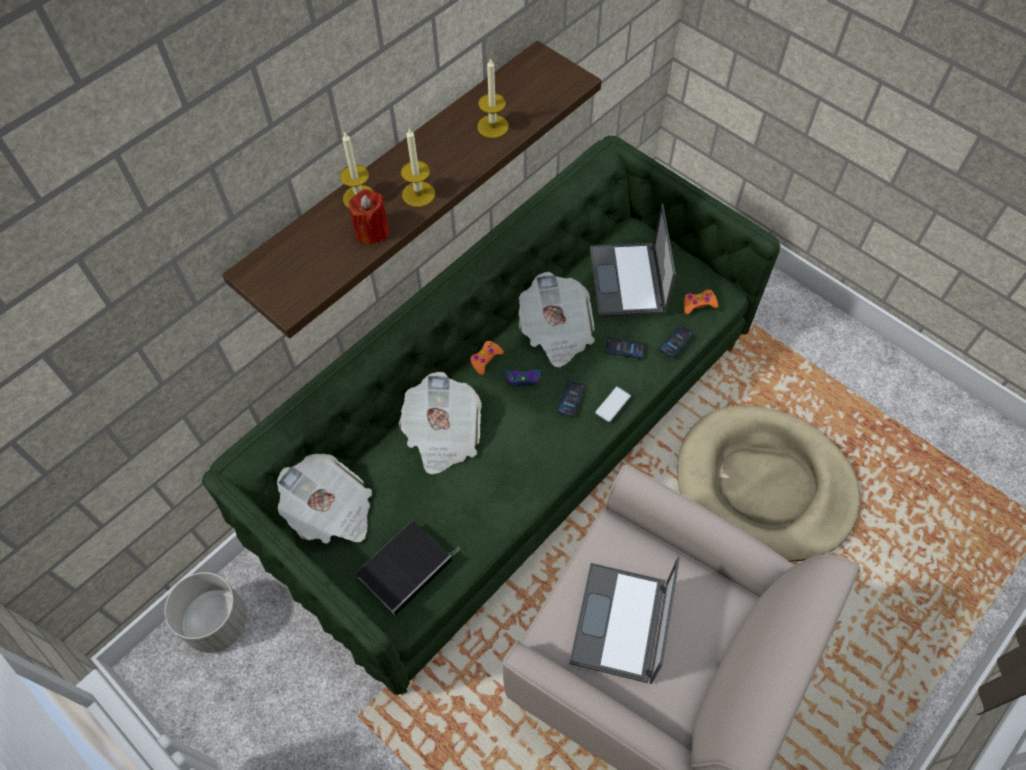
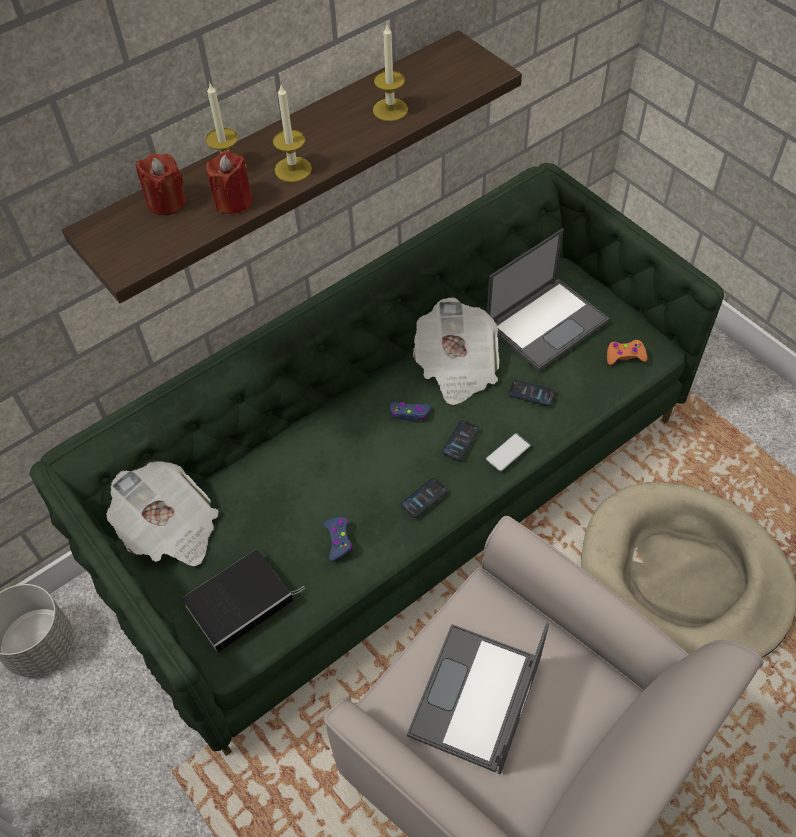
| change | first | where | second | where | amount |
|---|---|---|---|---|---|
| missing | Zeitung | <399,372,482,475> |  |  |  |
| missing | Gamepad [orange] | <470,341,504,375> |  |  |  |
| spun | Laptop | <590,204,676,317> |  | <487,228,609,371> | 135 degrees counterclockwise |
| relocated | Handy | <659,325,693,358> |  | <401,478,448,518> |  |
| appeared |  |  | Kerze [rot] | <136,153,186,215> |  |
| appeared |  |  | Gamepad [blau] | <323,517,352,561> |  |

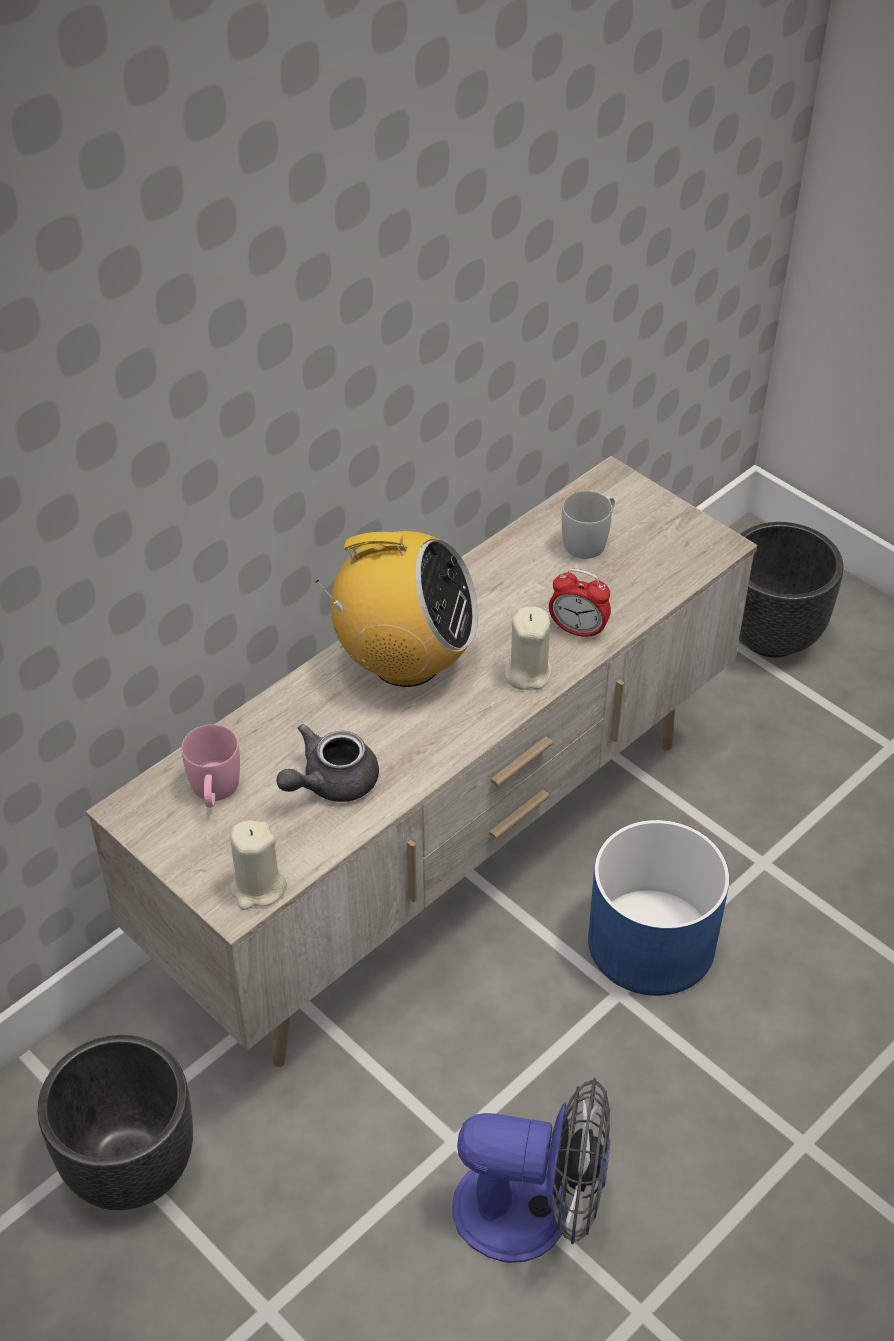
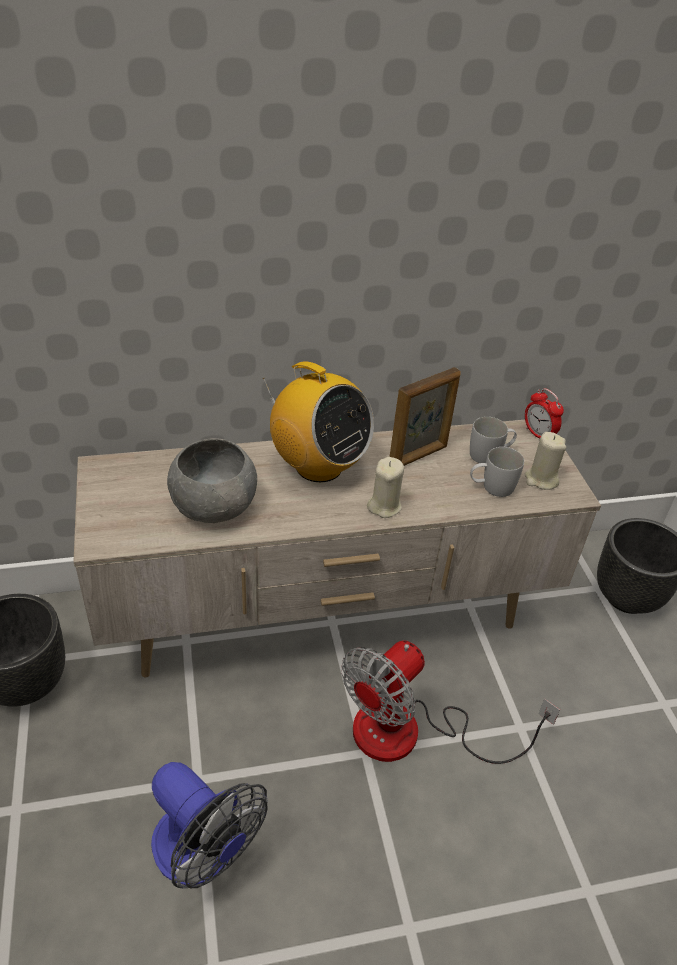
| change | first | where | second | where | amount |
|---|---|---|---|---|---|
| missing | Henkelbecher [rosa] | <181,724,240,807> |  |  |  |
| relocated | Kerze [beige] | <229,820,287,910> |  | <525,432,566,490> |  |
| exchanged | Teekanne [grau] | <276,724,379,802> | Schüssel [grau] | <167,438,257,523> |  |
| relocated | Wecker | <549,569,611,640> |  | <525,388,564,438> |  |
| exchanged | Pflanzkübel [blau] | <588,820,730,996> | Ventilator | <341,640,560,764> |  |
| appeared |  |  | Bilderrahmen | <389,367,461,466> |  |
| appeared |  |  | Henkelbecher [weiß] | <470,447,524,497> |  |

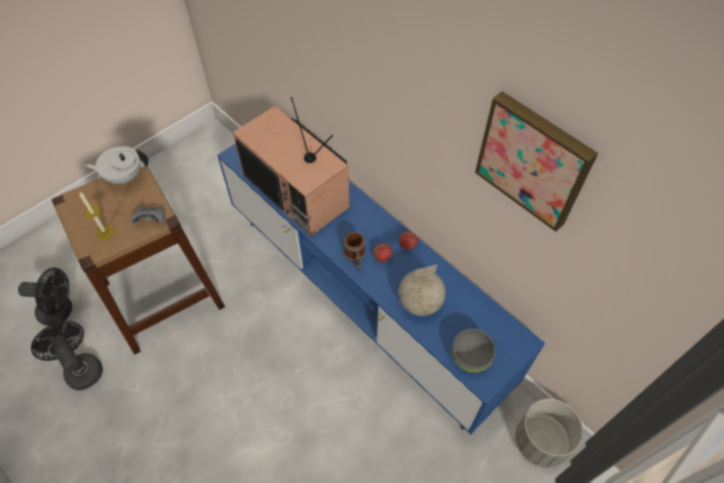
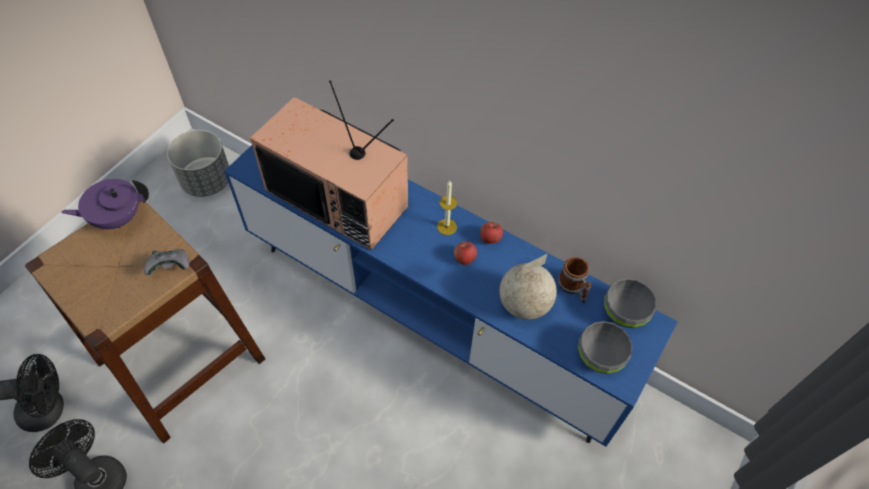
| change | first | where | second | where | amount |
|---|---|---|---|---|---|
| relocated | Kerze | <79,192,114,240> |  | <437,181,457,235> |  |
| colour | Teekanne [weiß] | <83,146,148,184> | Teekanne [lila] | <61,179,149,229> |  |
| relocated | Henkelbecher | <344,232,366,271> |  | <558,257,591,303> |  |
| missing | Bild | <475,91,598,232> |  |  |  |
| relocated | Pflanzkübel [grau] | <515,399,583,467> |  | <167,130,229,197> |  |
| appeared |  |  | Schüssel [grau] | <604,278,656,328> |  |

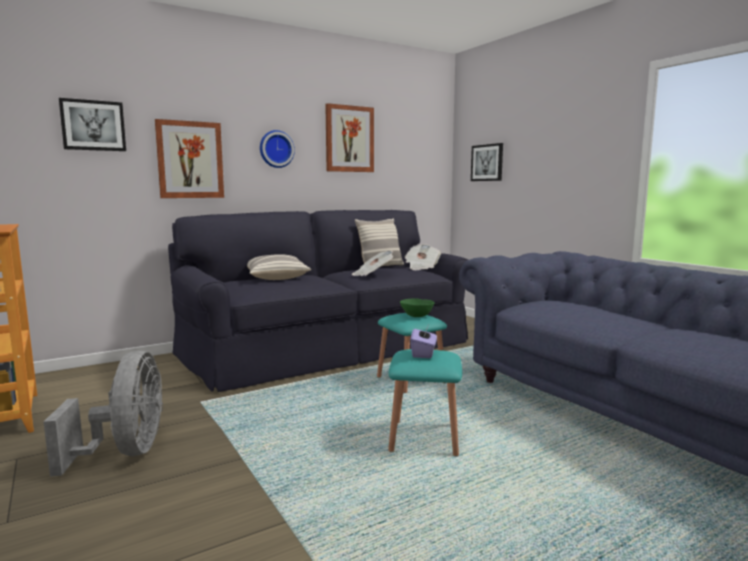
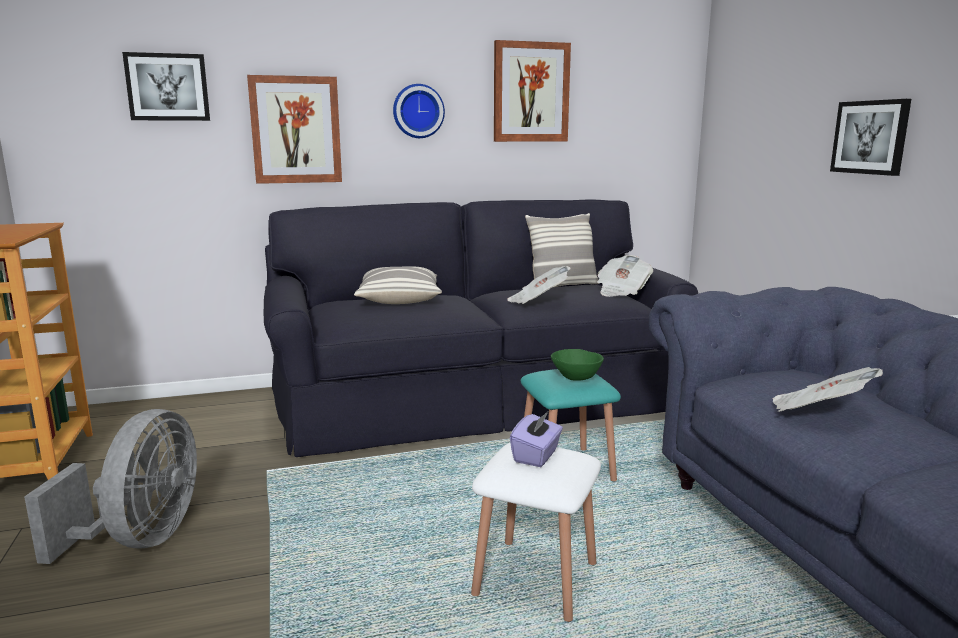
| change | first | where | second | where | amount |
|---|---|---|---|---|---|
| colour | Hocker [türkis] | <388,349,462,456> | Hocker [weiß] | <471,443,601,622> |  |
| relocated | Bild | <471,143,503,181> |  | <830,99,911,176> |  |
| appeared |  |  | Zeitung | <773,367,883,412> |  |

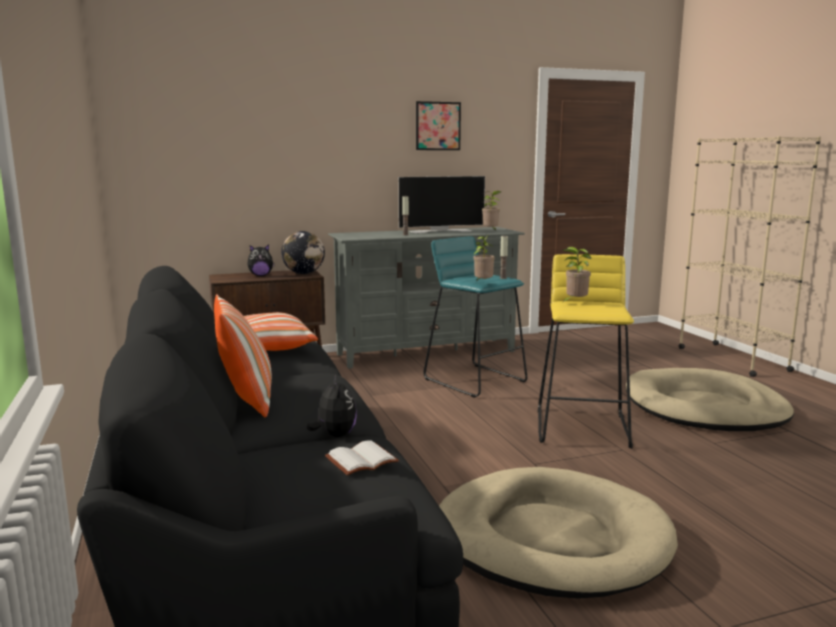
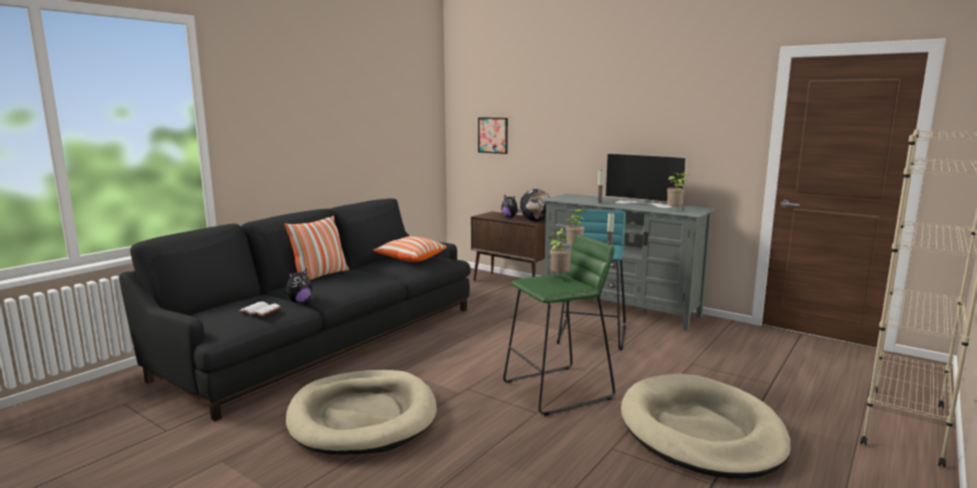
| change | first | where | second | where | amount |
|---|---|---|---|---|---|
| relocated | Bild | <416,101,461,150> |  | <478,117,508,154> |  |
| colour | Hocker [gelb] | <538,254,634,448> | Hocker [grün] | <503,234,615,416> |  |

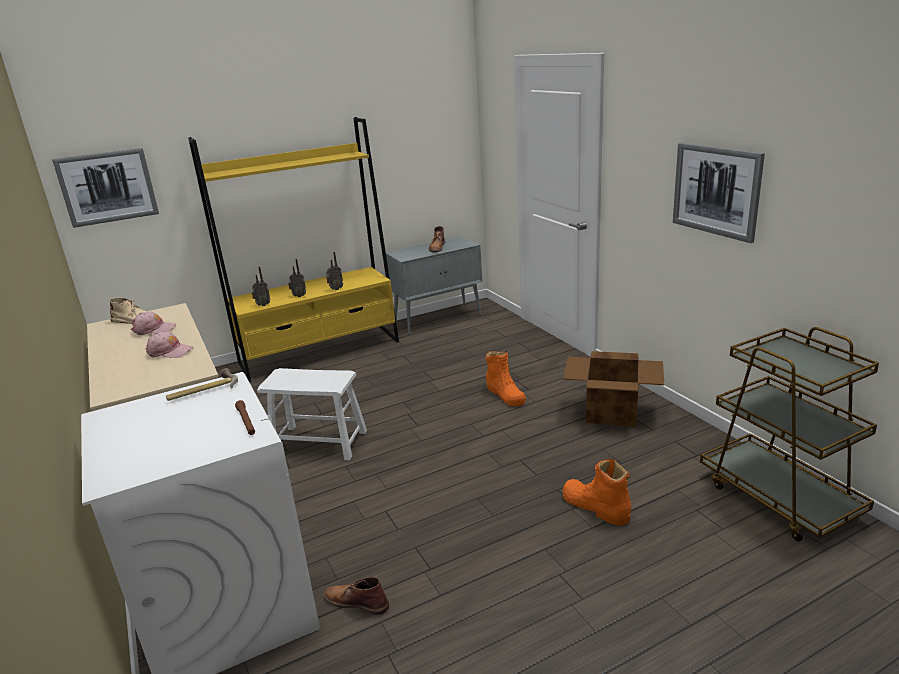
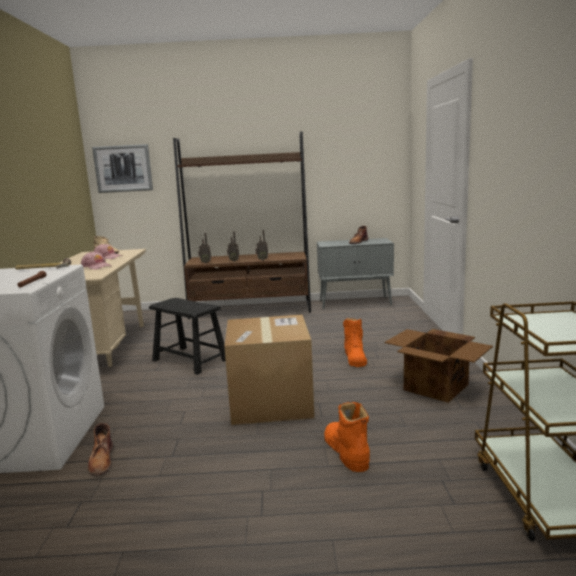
| change | first | where | second | where | amount |
|---|---|---|---|---|---|
| colour | Bücherregal [gelb] | <188,117,399,382> | Bücherregal [braun] | <173,131,311,319> |  |
| colour | Hocker [weiß] | <257,368,367,460> | Hocker [schwarz] | <149,298,226,375> |  |
| spun | Stiefel [braun] | <324,577,389,615> |  | <88,423,113,476> | 150 degrees counterclockwise |
| missing | Bild | <673,143,765,243> |  |  |  |
| appeared |  |  | Karton | <224,315,315,425> |  |

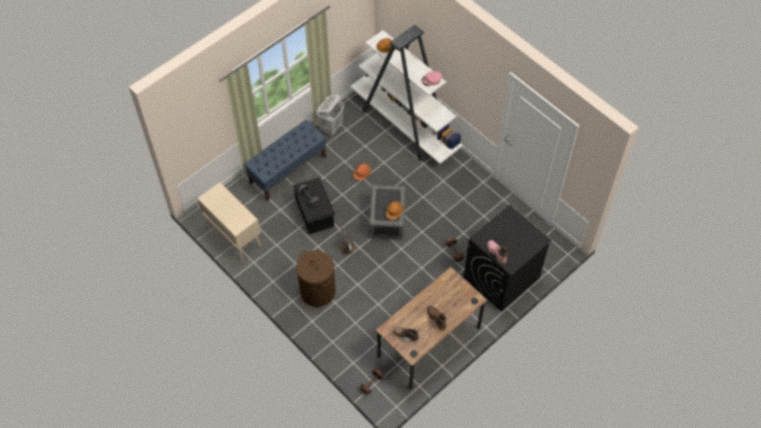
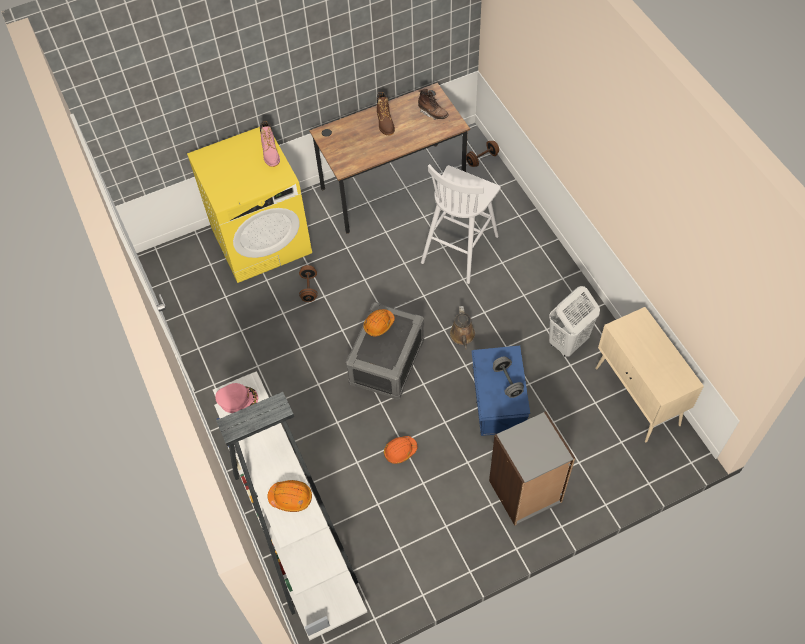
| change | first | where | second | where | amount |
|---|---|---|---|---|---|
| exchanged | Bank [blau] | <244,120,326,201> | Bücherregal [grau] | <489,411,575,525> |  |
| colour | Aufbewahrungsbox [schwarz] | <293,178,335,234> | Aufbewahrungsbox [blau] | <471,346,530,436> |  |
| missing | Wäschekorb [braun] | <296,250,335,307> |  |  |  |
| relocated | Wäschekorb [weiß] | <316,95,344,135> |  | <549,286,600,357> |  |
| colour | Waschmaschine [schwarz] | <464,205,552,312> | Waschmaschine [gelb] | <187,127,312,283> |  |
| appeared |  |  | Hocker [weiß] | <421,164,501,284> |  |

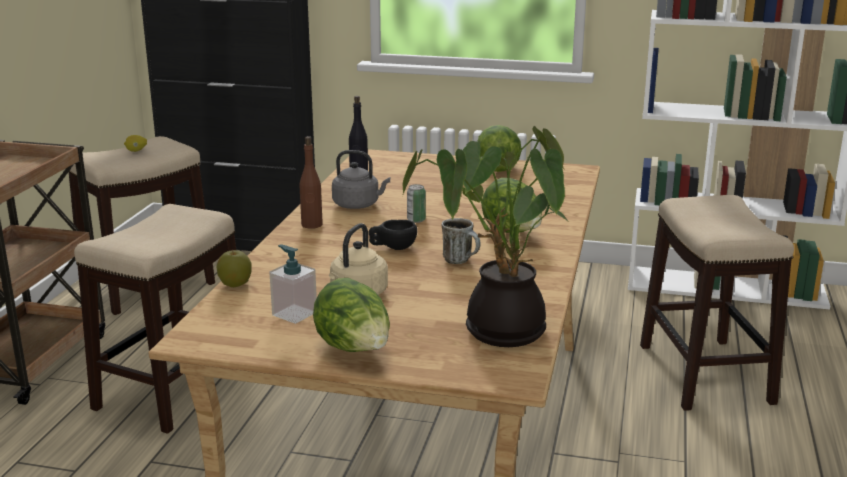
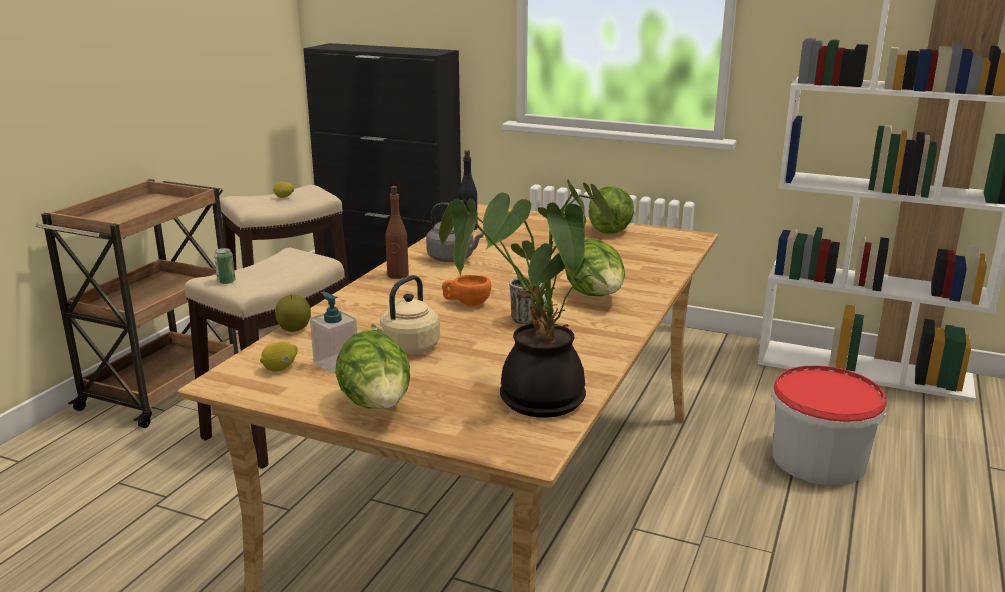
| change | first | where | second | where | amount |
|---|---|---|---|---|---|
| colour | Tasse [schwarz] | <369,220,417,250> | Tasse [orange] | <442,275,491,306> |  |
| relocated | Dose | <407,184,426,223> |  | <214,248,235,284> |  |
| exchanged | Hocker | <640,195,794,411> | Eimer | <771,365,887,485> |  |
| appeared |  |  | Zitrone | <260,342,298,371> |  |

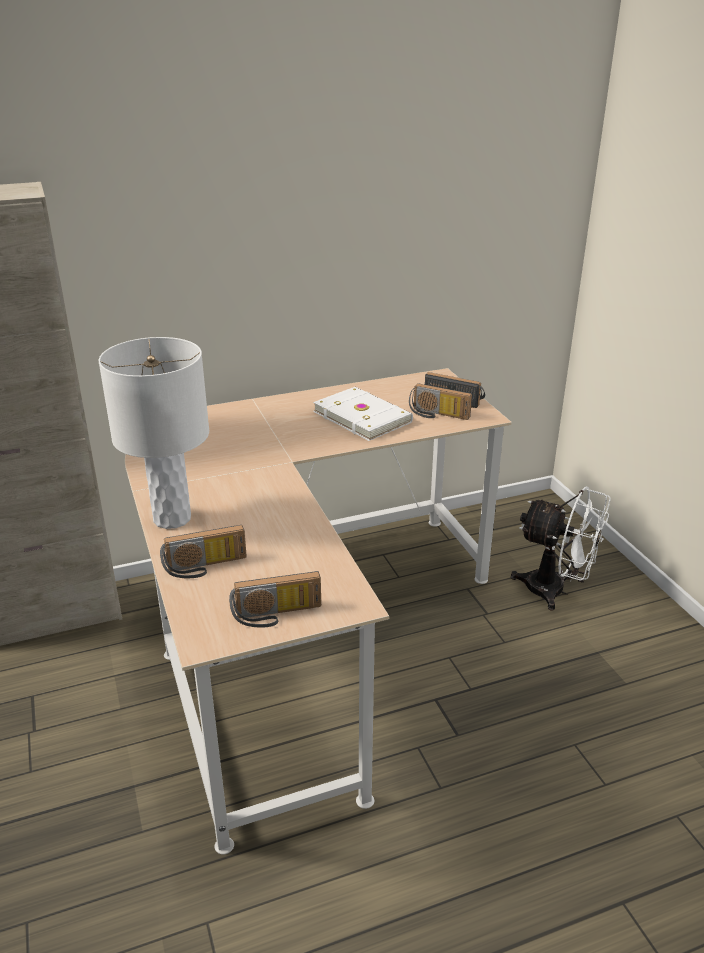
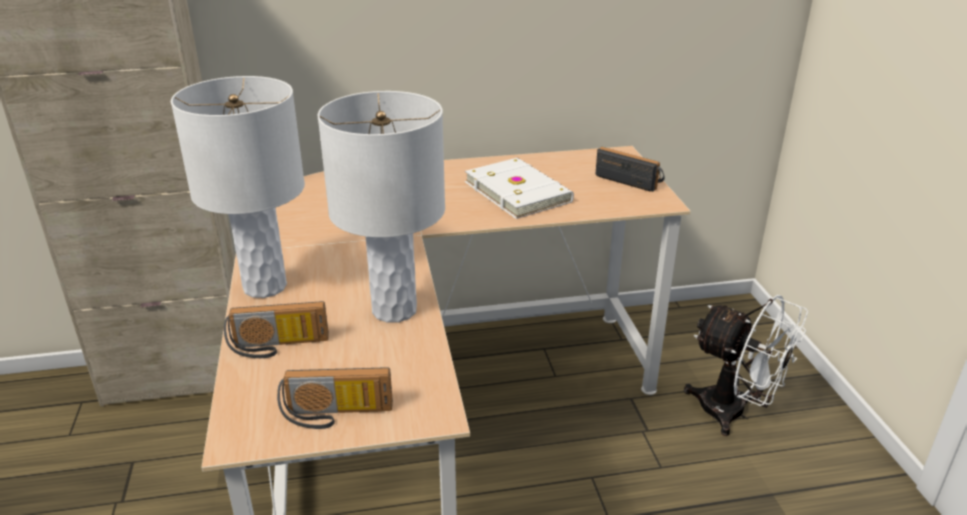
| change | first | where | second | where | amount |
|---|---|---|---|---|---|
| missing | Radio | <409,383,472,420> |  |  |  |
| appeared |  |  | Tischlampe [weiß] | <318,91,445,323> |  |

